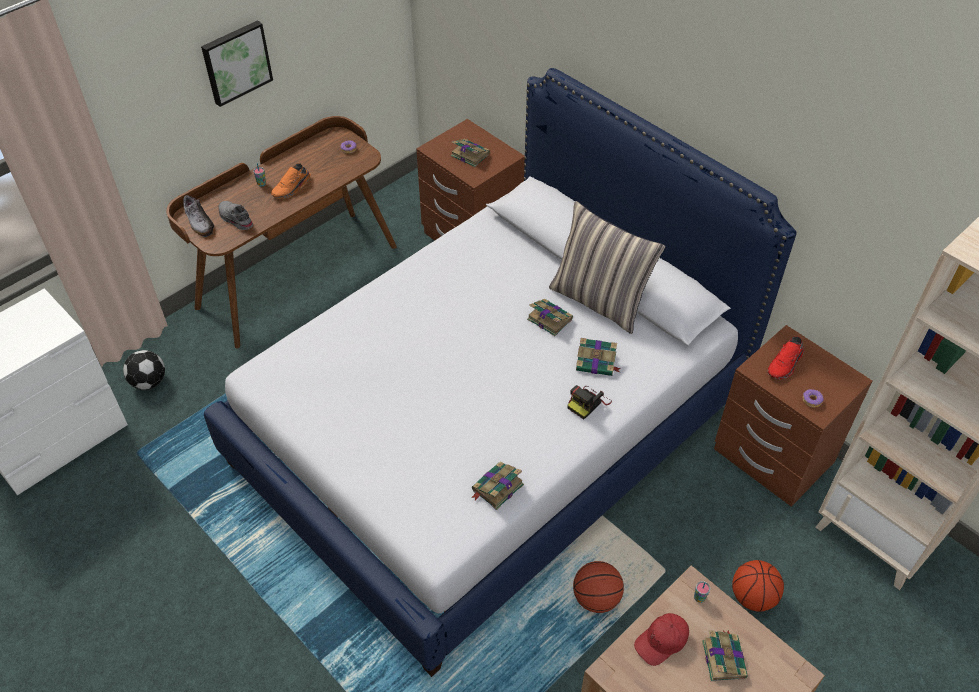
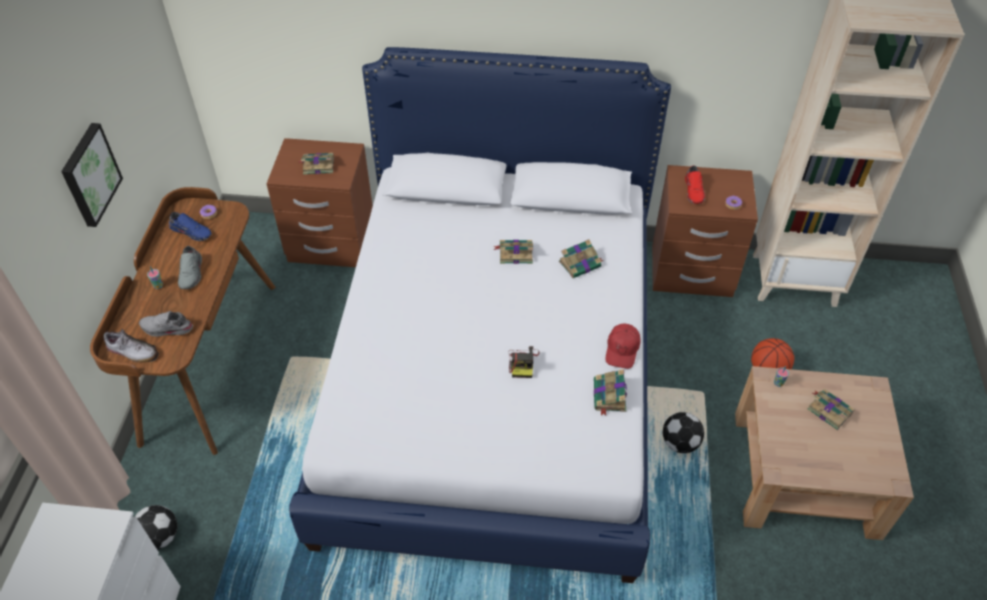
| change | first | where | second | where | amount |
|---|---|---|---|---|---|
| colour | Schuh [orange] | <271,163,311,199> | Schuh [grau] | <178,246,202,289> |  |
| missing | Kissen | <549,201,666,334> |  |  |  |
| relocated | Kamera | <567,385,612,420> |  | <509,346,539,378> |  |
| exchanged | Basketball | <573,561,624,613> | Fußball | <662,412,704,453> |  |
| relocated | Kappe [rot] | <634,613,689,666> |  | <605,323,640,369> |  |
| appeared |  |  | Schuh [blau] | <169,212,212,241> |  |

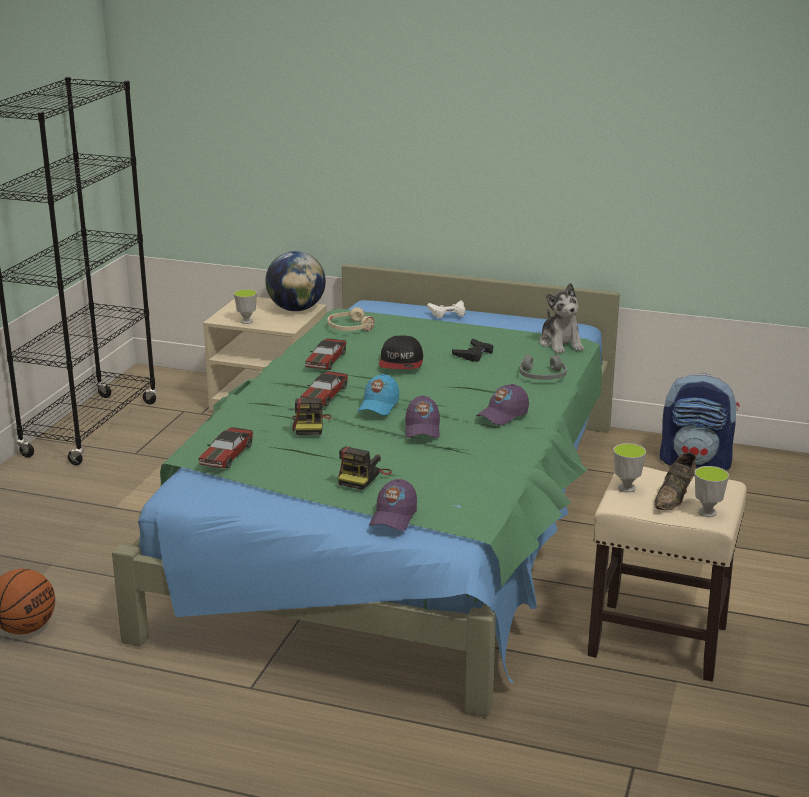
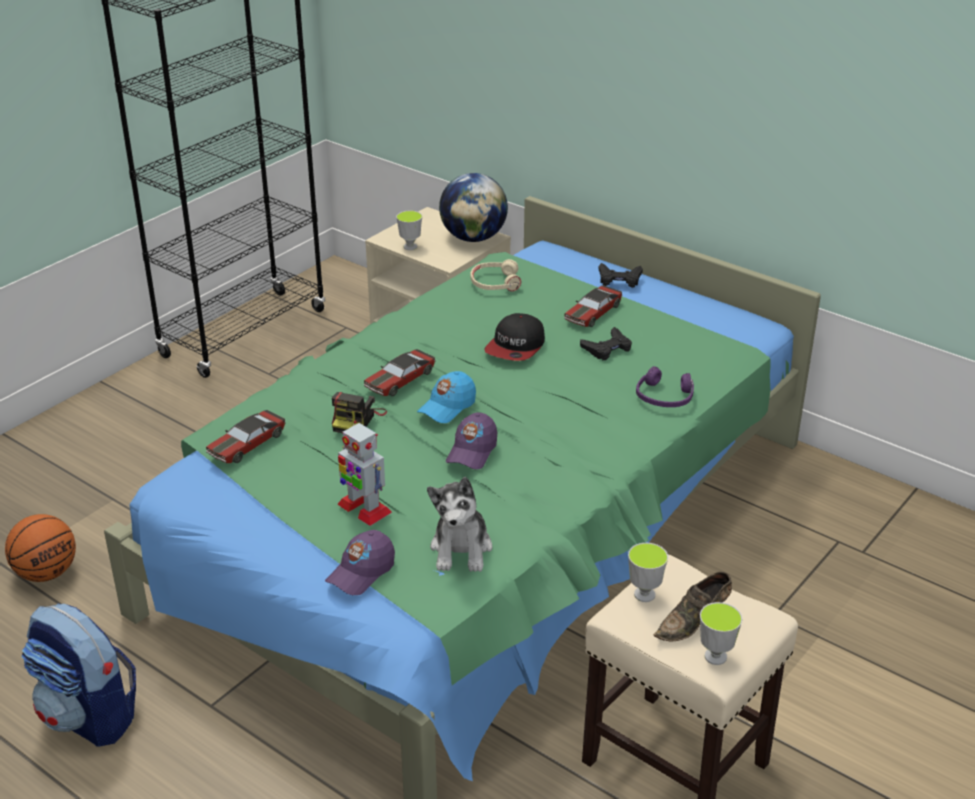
| change | first | where | second | where | amount |
|---|---|---|---|---|---|
| relocated | Spielzeugauto | <305,338,346,370> |  | <564,285,622,327> |  |
| exchanged | Kamera | <338,446,392,490> | Spielzeugroboter | <338,421,392,526> |  |
| colour | Gamepad [weiß] | <427,301,465,318> | Gamepad [schwarz] | <599,263,643,288> |  |
| missing | Kappe [lila] | <476,384,529,426> |  |  |  |
| colour | Kopfhörer [grau] | <520,354,567,380> | Kopfhörer [lila] | <636,366,694,407> |  |
| relocated | Plüschtier | <540,283,584,354> |  | <427,477,492,572> |  |
| relocated | Rucksack | <659,373,740,470> |  | <21,603,136,747> |  |

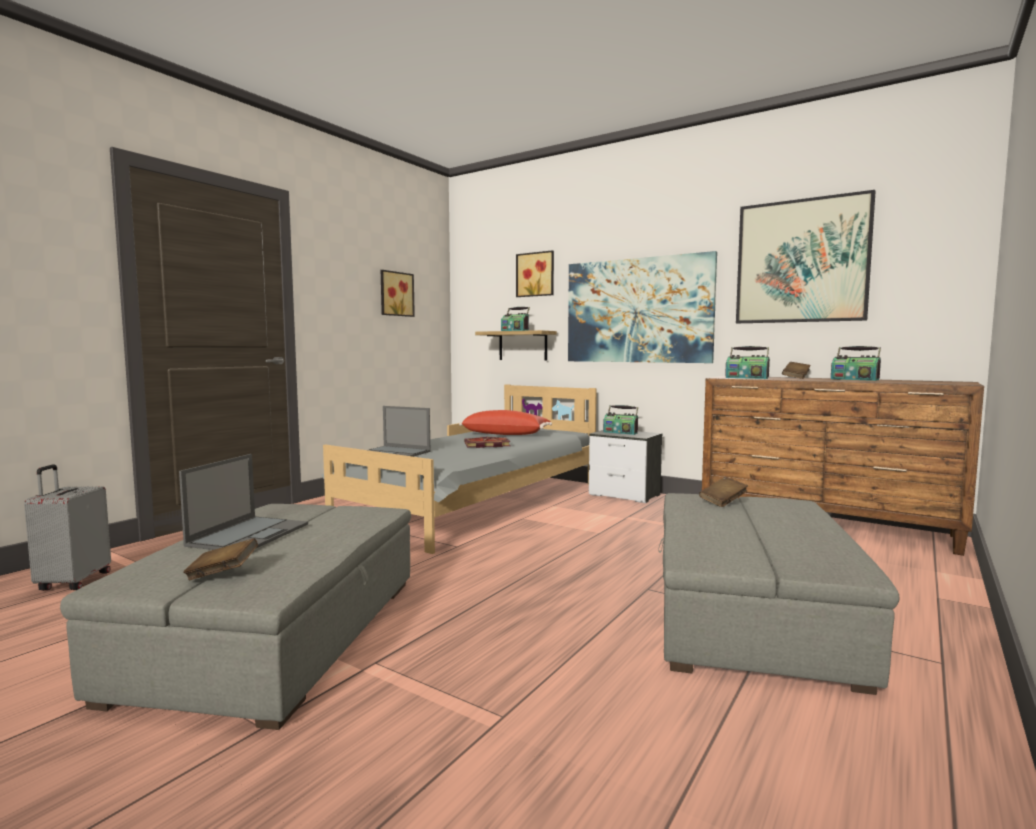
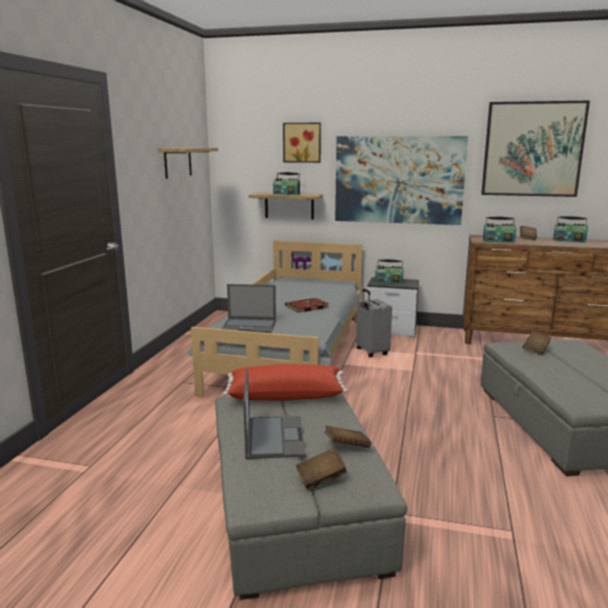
| change | first | where | second | where | amount |
|---|---|---|---|---|---|
| relocated | Koffer [grau] | <24,464,111,591> |  | <356,289,392,357> |  |
| exchanged | Bild | <381,270,415,317> | Wandregal | <158,148,218,179> |  |
| relocated | Kissen [rot] | <459,410,552,435> |  | <223,364,348,400> |  |
| appeared |  |  | Buch [braun] | <324,426,371,448> |  |

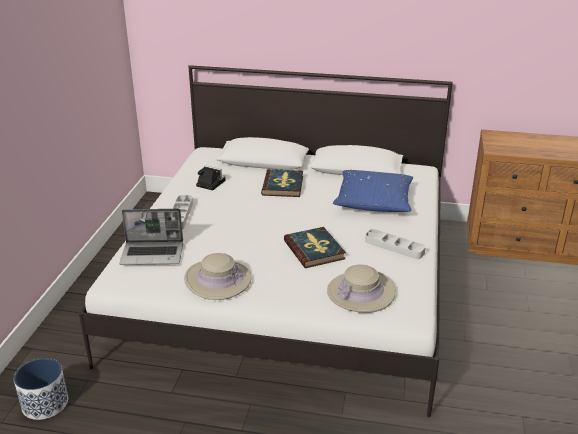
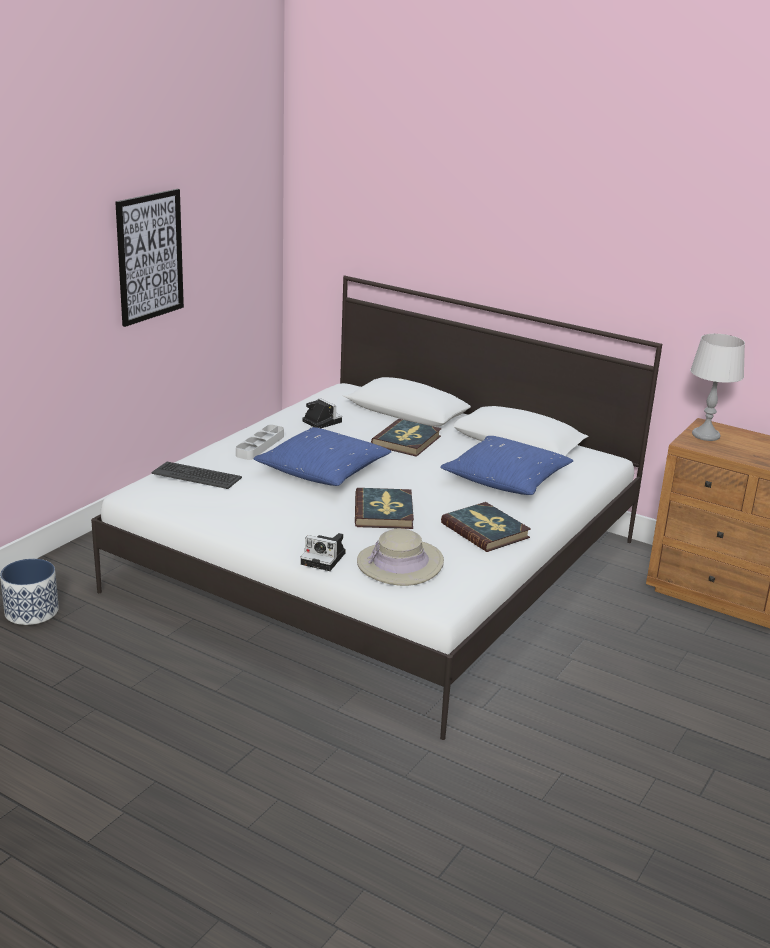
| change | first | where | second | where | amount |
|---|---|---|---|---|---|
| exchanged | Laptop | <119,209,183,265> | Tastatur | <152,462,242,489> |  |
| missing | Hut [beige] | <184,253,252,300> |  |  |  |
| exchanged | Tablett [grau] | <365,229,426,259> | Buch | <441,502,531,552> |  |
| appeared |  |  | Bild | <115,189,184,327> |  |
| appeared |  |  | Kissen [blau] | <253,427,391,486> |  |
| appeared |  |  | Kamera | <301,533,346,571> |  |
| appeared |  |  | Tischlampe [grau] | <690,334,745,441> |  |

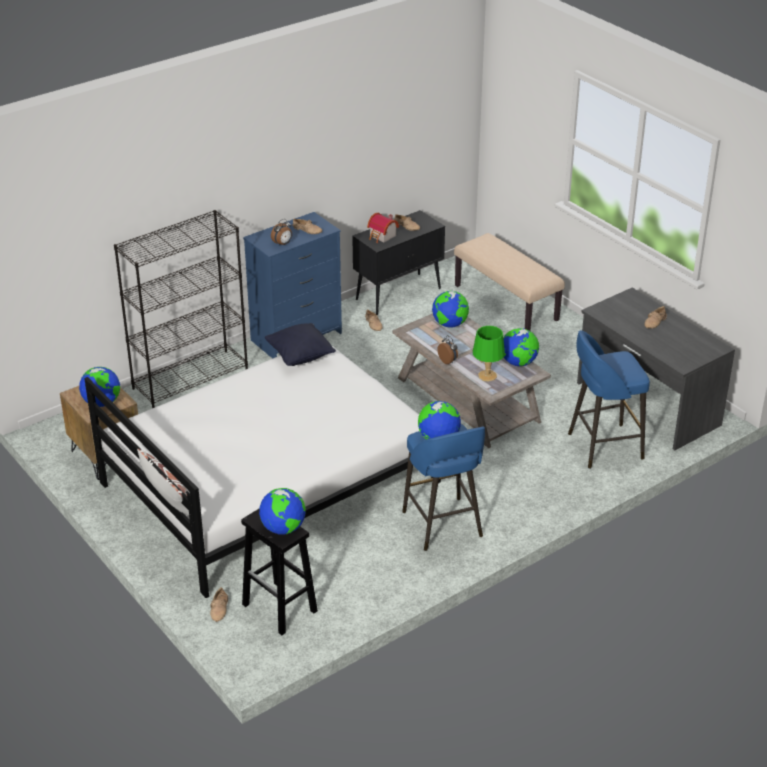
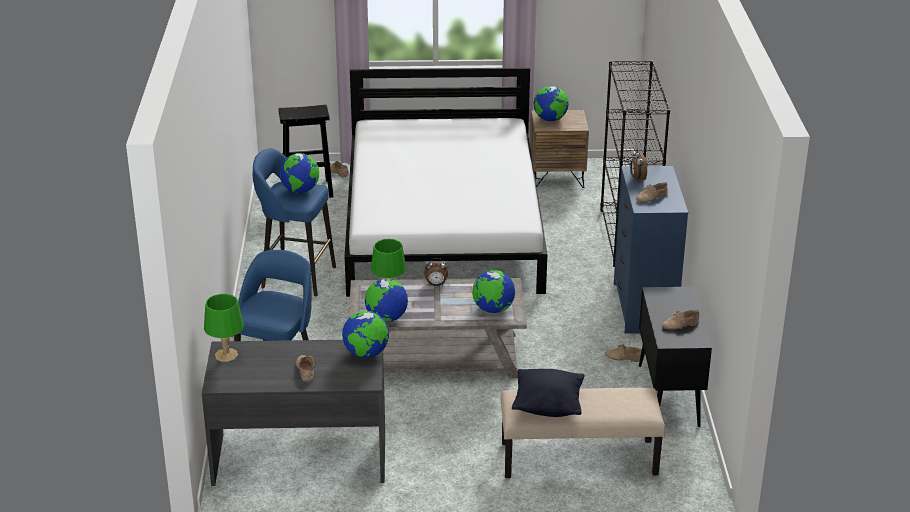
| change | first | where | second | where | amount |
|---|---|---|---|---|---|
| missing | Kissen [weiß] | <137,449,189,516> |  |  |  |
| relocated | Globus | <259,488,306,534> |  | <342,311,389,358> |  |
| relocated | Kissen [schwarz] | <265,323,336,366> |  | <512,369,584,417> |  |
| missing | Spielzeughaus | <367,213,399,243> |  |  |  |
| appeared |  |  | Tischlampe [grün] | <204,294,244,362> |  |

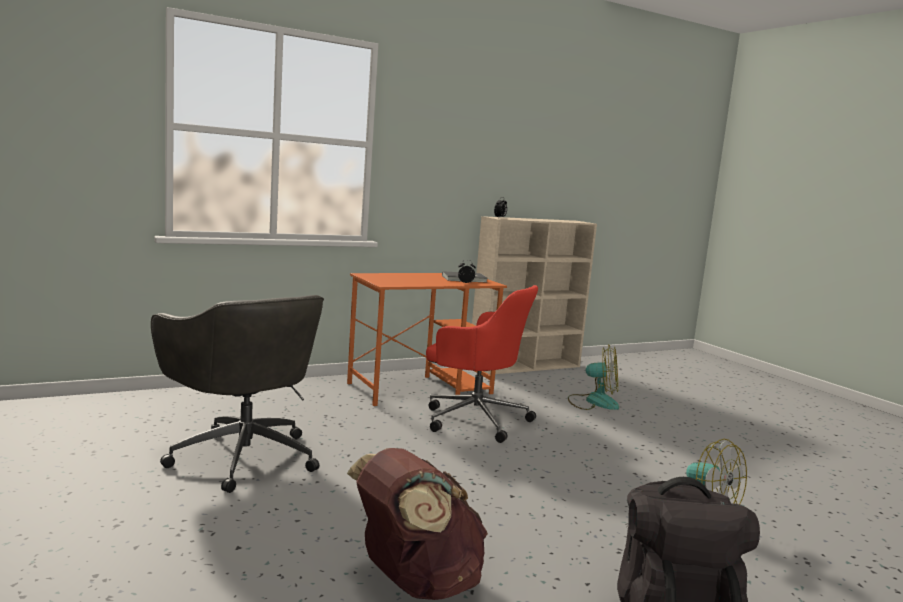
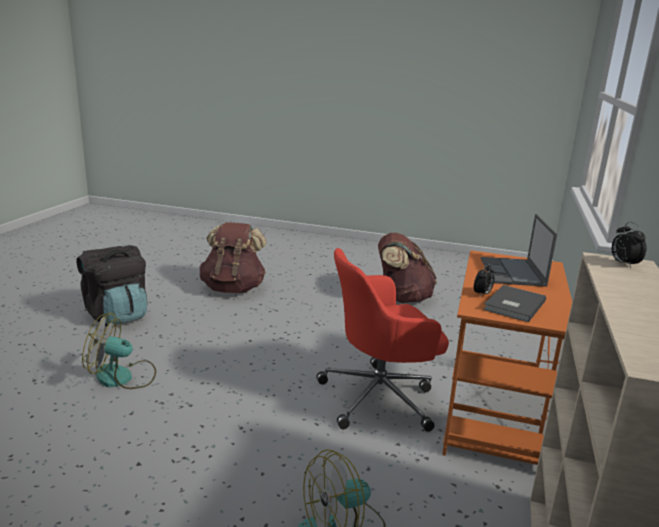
| change | first | where | second | where | amount |
|---|---|---|---|---|---|
| exchanged | Bürostuhl [grau] | <151,295,324,493> | Rucksack [braun] | <378,233,437,303> |  |
| appeared |  |  | Laptop | <481,214,557,287> |  |

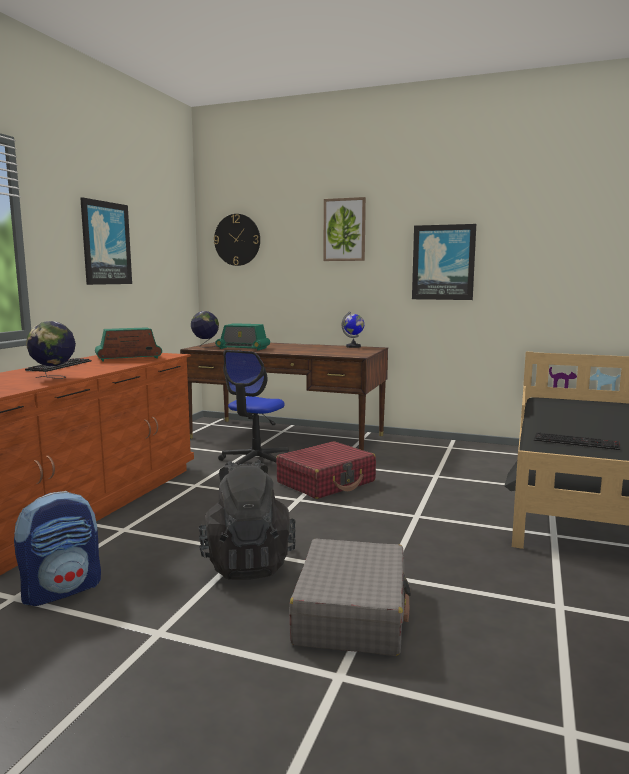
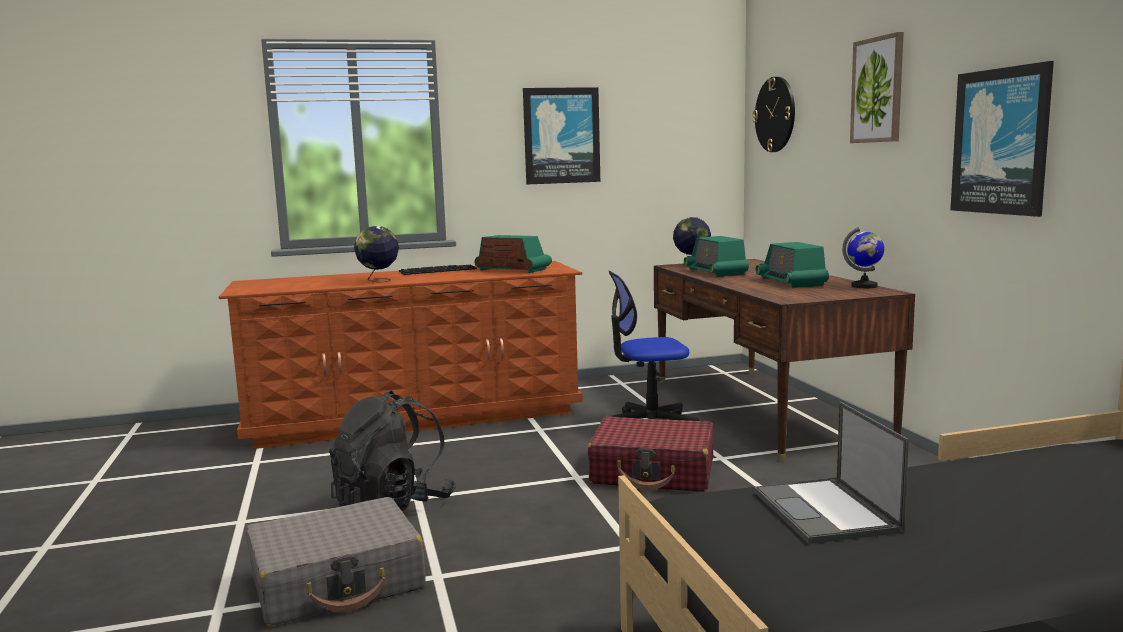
| change | first | where | second | where | amount |
|---|---|---|---|---|---|
| missing | Rucksack | <14,491,101,606> |  |  |  |
| exchanged | Tastatur | <534,432,620,450> | Laptop | <754,402,909,544> |  |
| appeared |  |  | Radio | <756,242,829,288> |  |

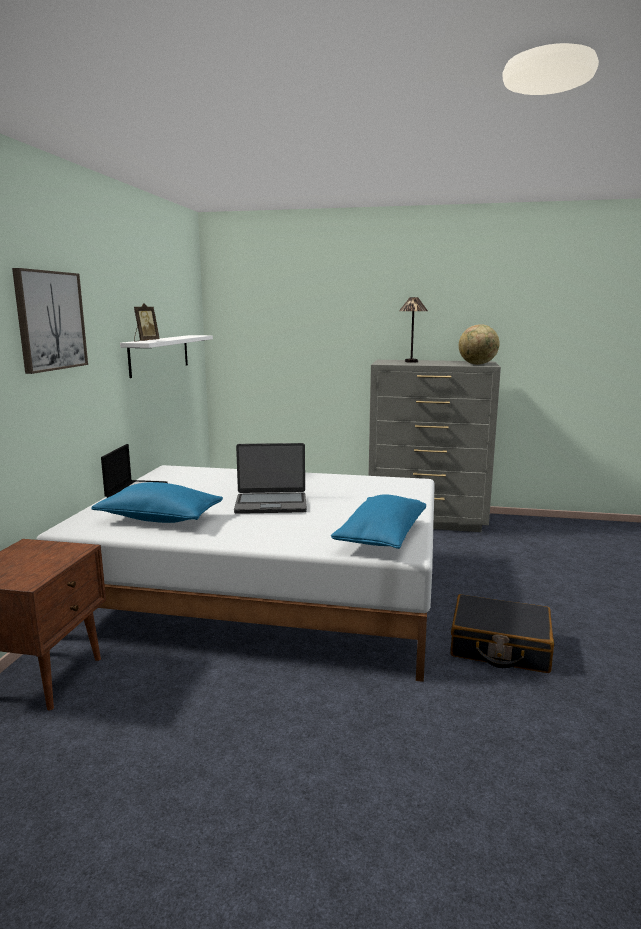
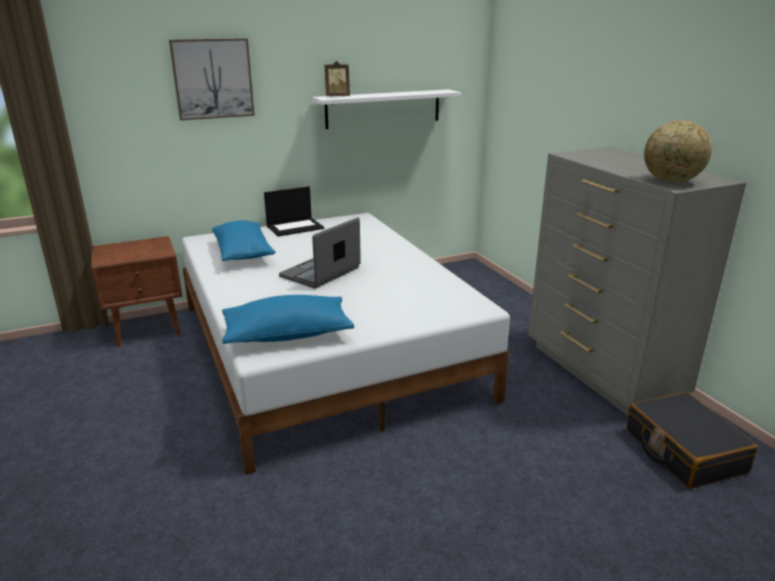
| change | first | where | second | where | amount |
|---|---|---|---|---|---|
| spun | Laptop | <234,443,307,514> |  | <279,217,361,289> | 75 degrees clockwise |
| missing | Tischlampe | <399,297,428,363> |  |  |  |
| relocated | Koffer [schwarz] | <450,594,554,673> |  | <627,392,758,489> |  |

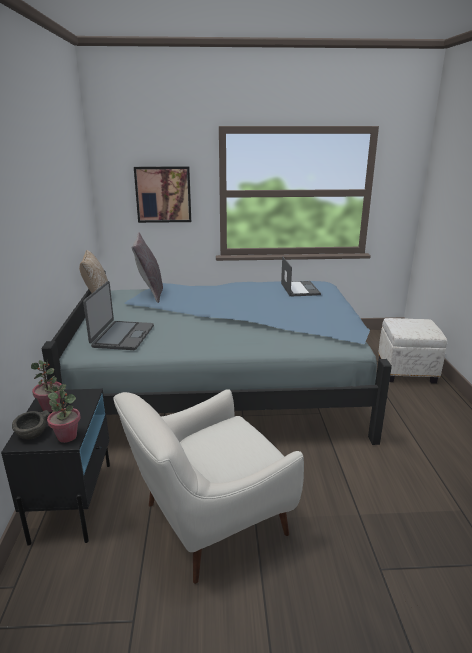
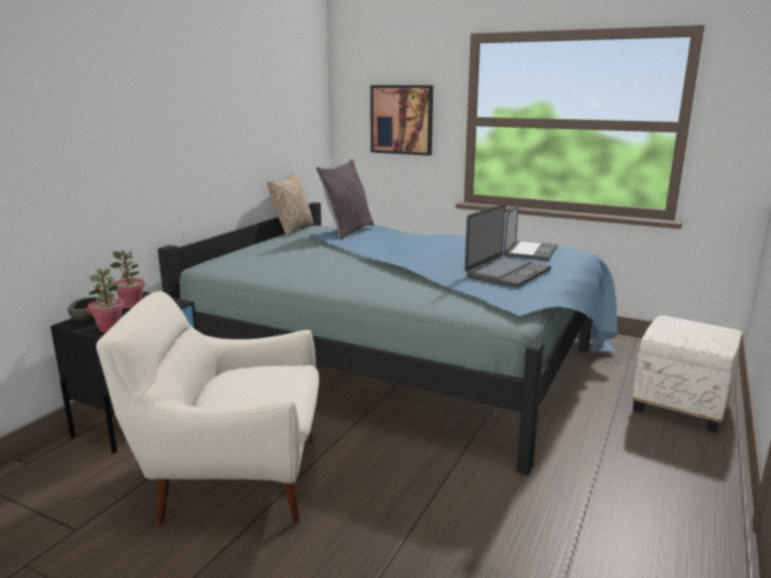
| change | first | where | second | where | amount |
|---|---|---|---|---|---|
| relocated | Laptop | <83,281,154,350> |  | <465,204,551,288> |  |

